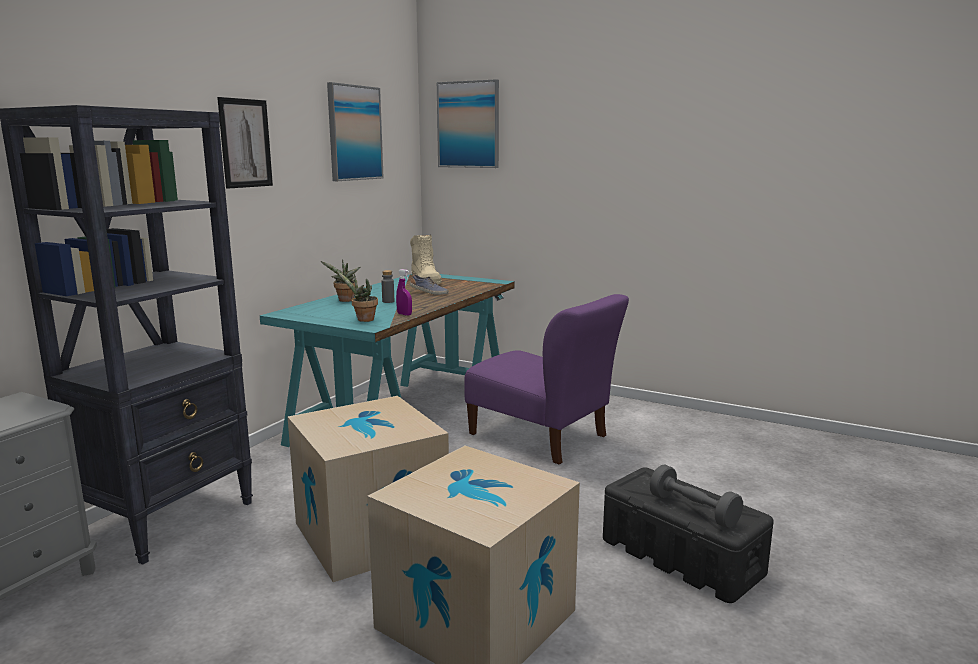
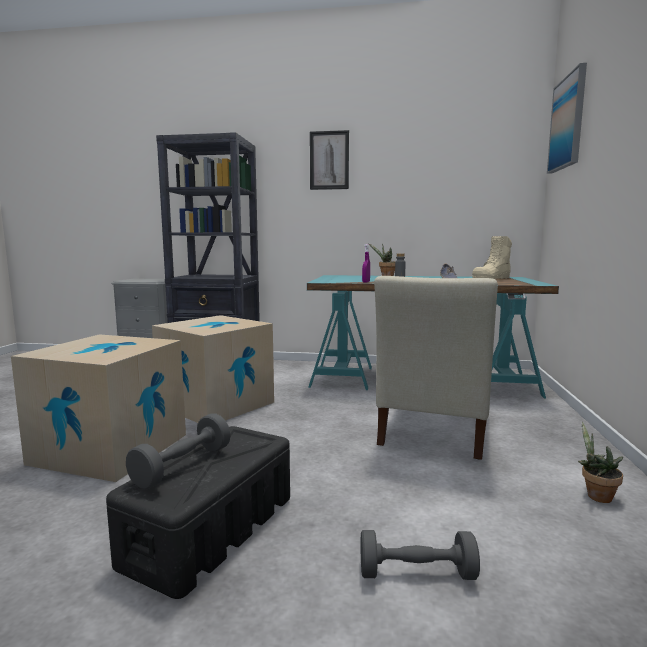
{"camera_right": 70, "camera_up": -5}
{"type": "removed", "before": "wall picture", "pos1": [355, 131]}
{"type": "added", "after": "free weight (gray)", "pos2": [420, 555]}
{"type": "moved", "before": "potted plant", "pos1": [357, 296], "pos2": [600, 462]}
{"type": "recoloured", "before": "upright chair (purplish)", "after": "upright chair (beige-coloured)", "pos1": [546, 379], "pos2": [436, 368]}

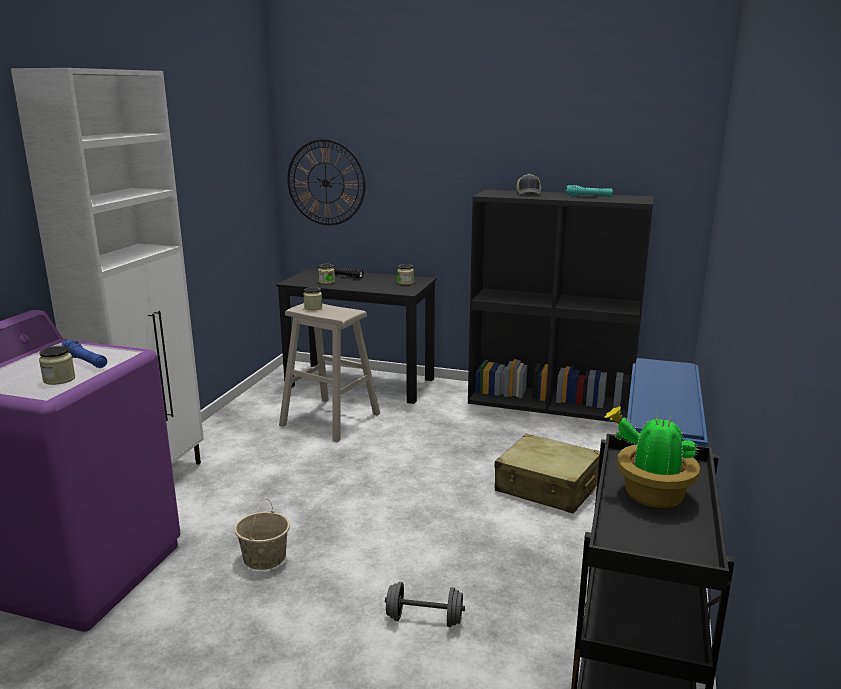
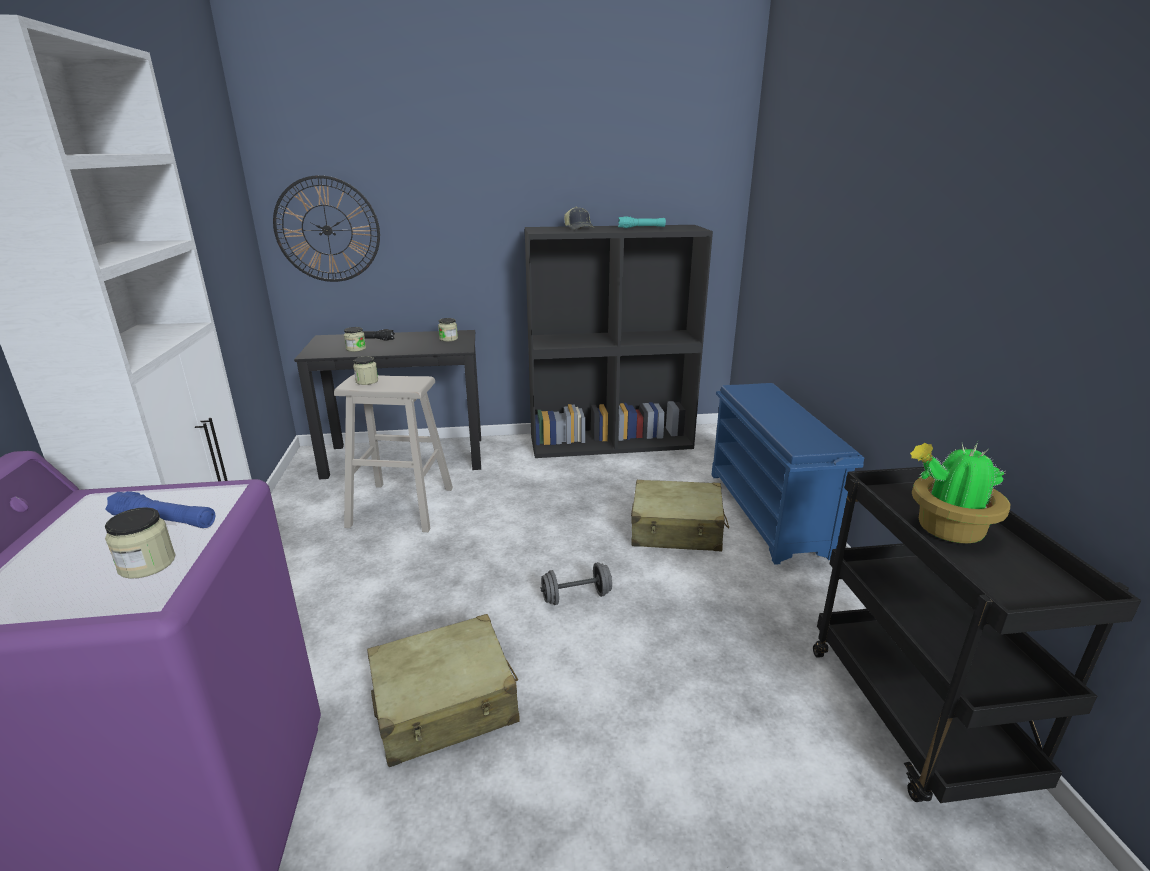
{"camera_right": -25, "camera_up": 5}
{"type": "moved", "before": "free weight (gray)", "pos1": [425, 604], "pos2": [576, 583]}
{"type": "replaced", "before": "bucket (beige-coloured)", "after": "piece of luggage (beige-coloured)", "pos1": [262, 534], "pos2": [443, 690]}

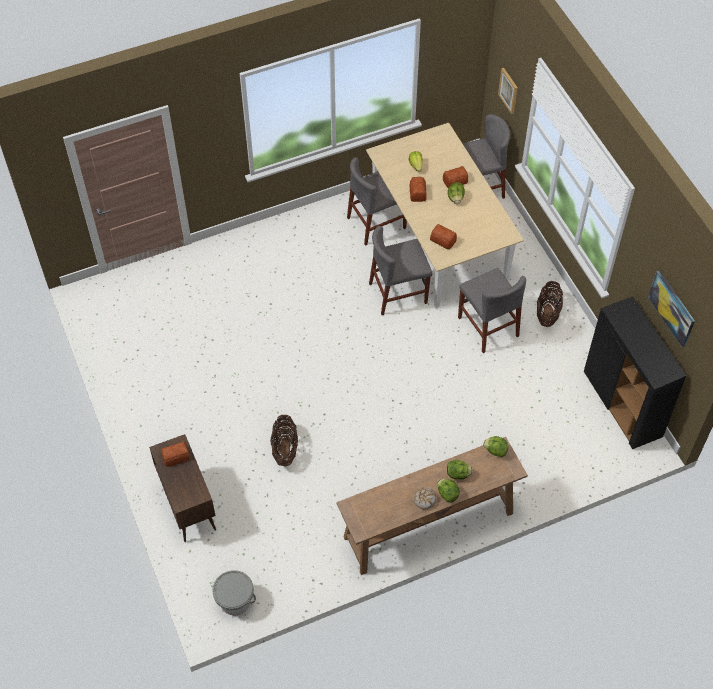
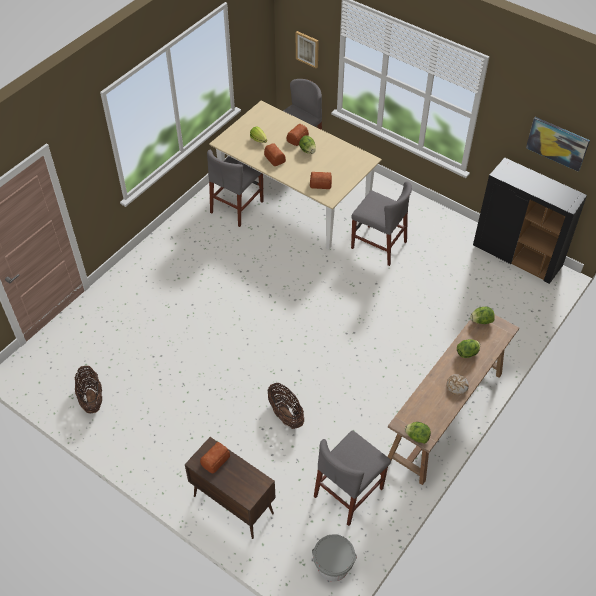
{"camera_right": -30, "camera_up": -5}
{"type": "moved", "before": "upright chair (gray)", "pos1": [400, 270], "pos2": [352, 478]}
{"type": "moved", "before": "head of lettuce", "pos1": [449, 491], "pos2": [418, 433]}
{"type": "moved", "before": "basket", "pos1": [550, 304], "pos2": [88, 390]}

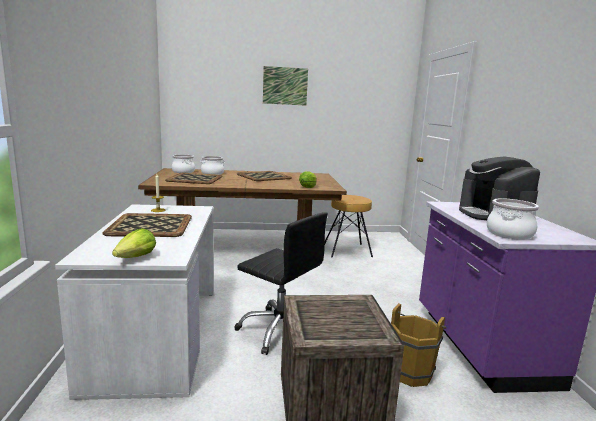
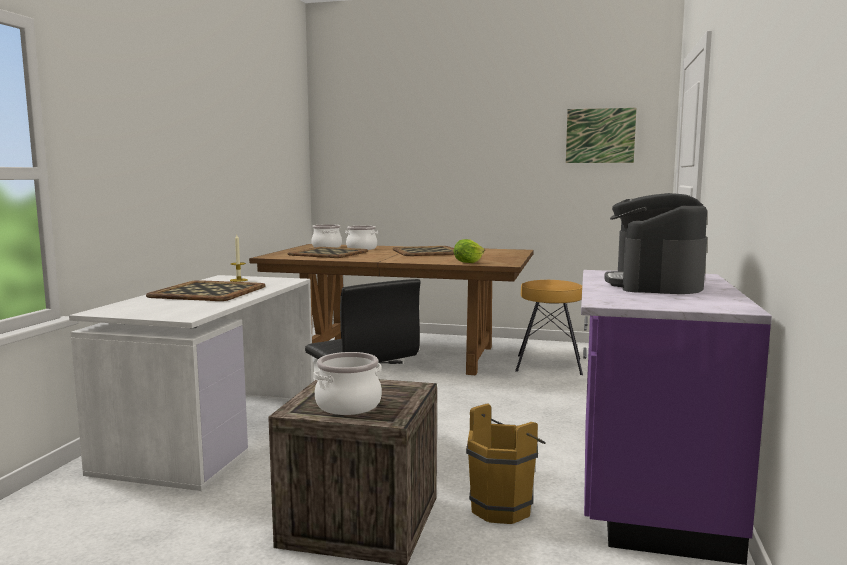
{"camera_right": 20, "camera_up": -5}
{"type": "removed", "before": "head of lettuce", "pos1": [134, 243]}
{"type": "moved", "before": "wall picture", "pos1": [285, 86], "pos2": [601, 135]}
{"type": "moved", "before": "cooking pot", "pos1": [513, 219], "pos2": [347, 383]}

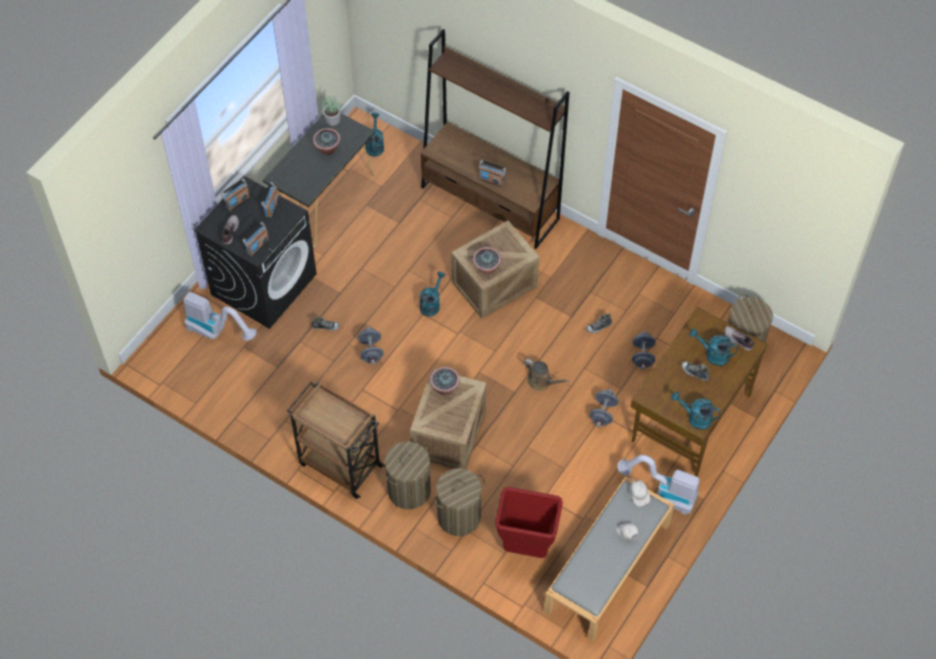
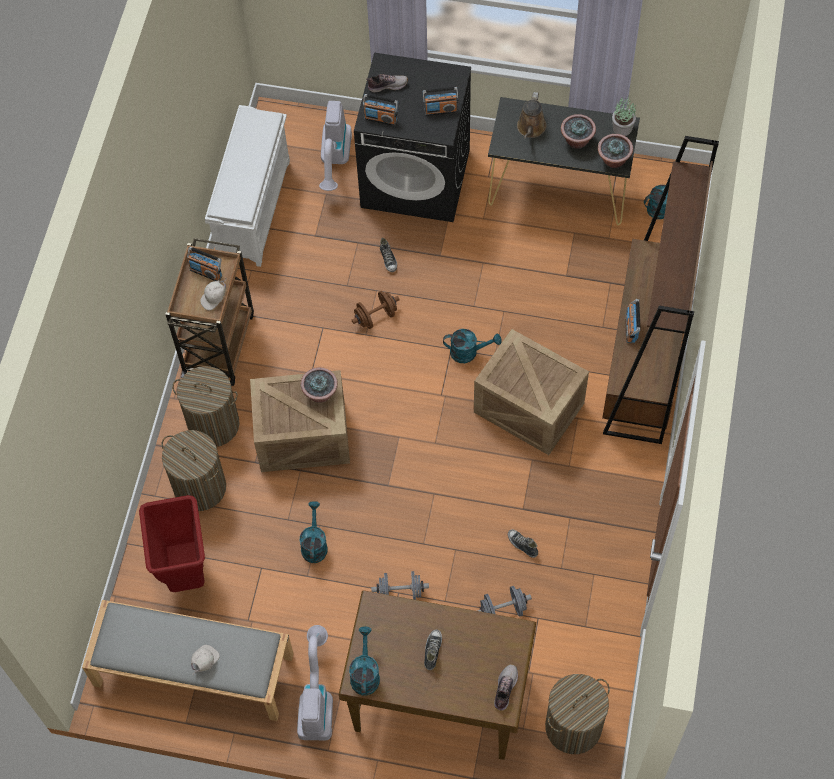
{"camera_right": 70, "camera_up": 5}
{"type": "added", "after": "shoe stand (whitish)", "pos2": [247, 186]}
{"type": "moved", "before": "radio set", "pos1": [235, 195], "pos2": [204, 264]}
{"type": "moved", "before": "potted plant", "pos1": [487, 260], "pos2": [615, 151]}
{"type": "moved", "before": "watering pot (brownish)", "pos1": [547, 375], "pos2": [532, 115]}
{"type": "moved", "before": "cap (whitish)", "pos1": [640, 491], "pos2": [213, 294]}
{"type": "moved", "before": "watering pot (blue-green)", "pos1": [713, 347], "pos2": [314, 532]}
{"type": "recoloured", "before": "free weight (gray)", "after": "free weight (brownish)", "pos1": [371, 346], "pos2": [376, 310]}

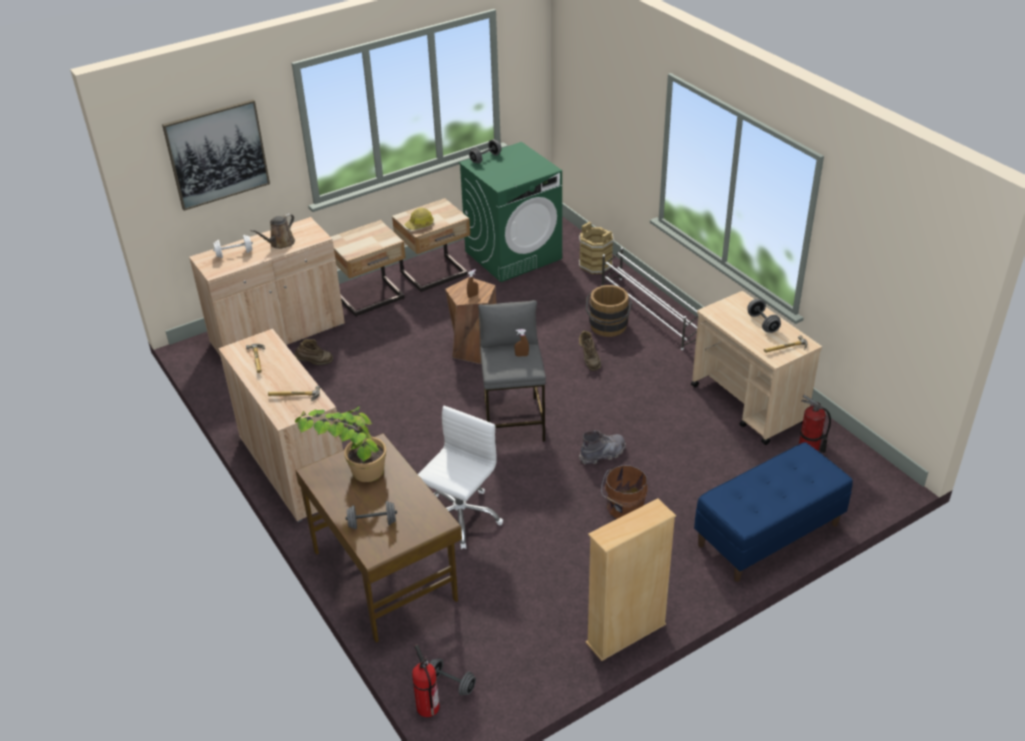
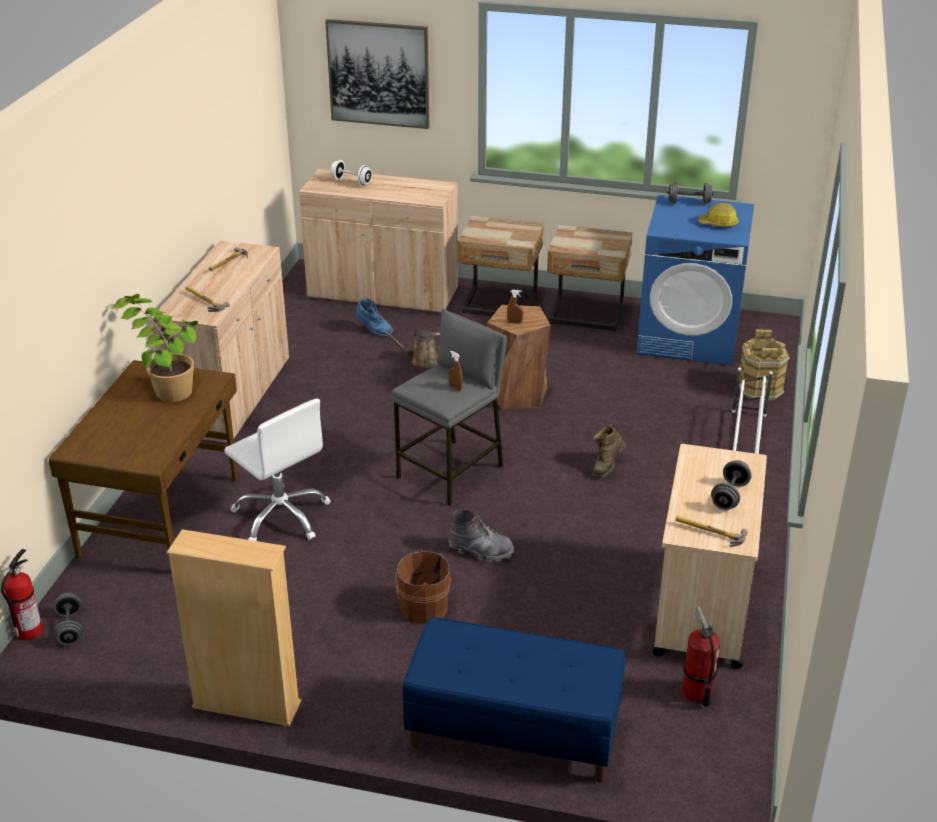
{"camera_right": 45, "camera_up": -5}
{"type": "removed", "before": "free weight (gray)", "pos1": [371, 515]}
{"type": "removed", "before": "bucket (brownish)", "pos1": [609, 311]}
{"type": "moved", "before": "watering pot (brownish)", "pos1": [273, 231], "pos2": [411, 349]}
{"type": "moved", "before": "safety helmet", "pos1": [419, 219], "pos2": [718, 215]}
{"type": "recoloured", "before": "boot (brownish)", "after": "boot (blue)", "pos1": [313, 352], "pos2": [374, 317]}
{"type": "recoloured", "before": "laundry machine (green-coloured)", "after": "laundry machine (blue)", "pos1": [510, 212], "pos2": [695, 280]}
{"type": "turned", "before": "office chair (whitish)", "pos1": [460, 477], "pos2": [277, 469], "turn": 60}

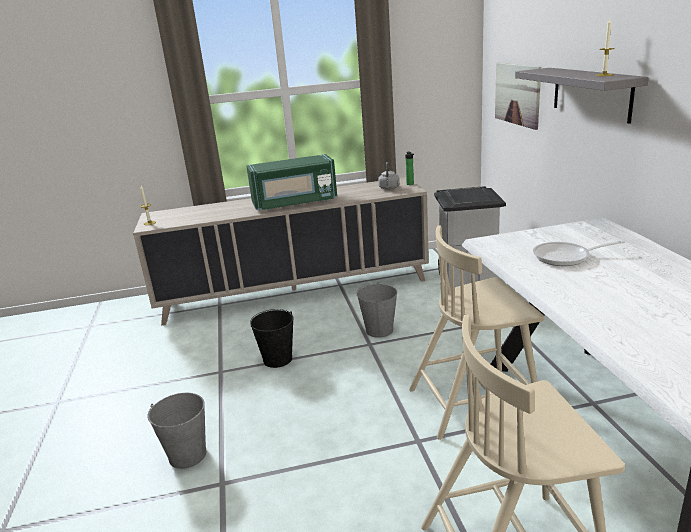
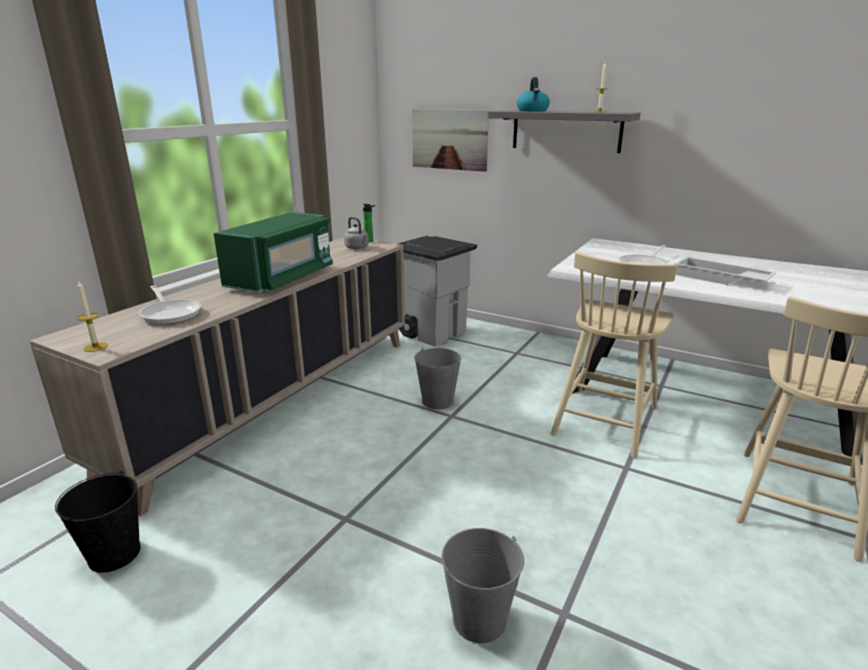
{"camera_right": -50, "camera_up": 0}
{"type": "added", "after": "skillet", "pos2": [170, 305]}
{"type": "added", "after": "tea kettle", "pos2": [533, 94]}
{"type": "added", "after": "carrying tray (whitish)", "pos2": [725, 271]}
{"type": "moved", "before": "bucket (black)", "pos1": [272, 338], "pos2": [97, 522]}

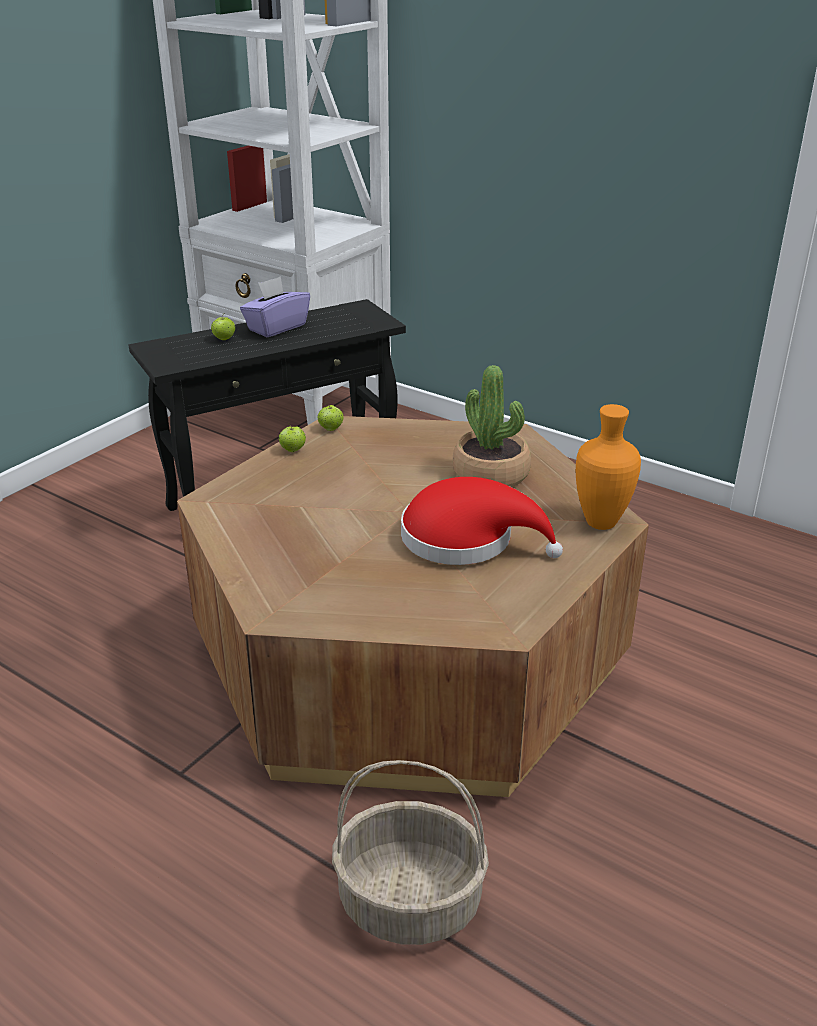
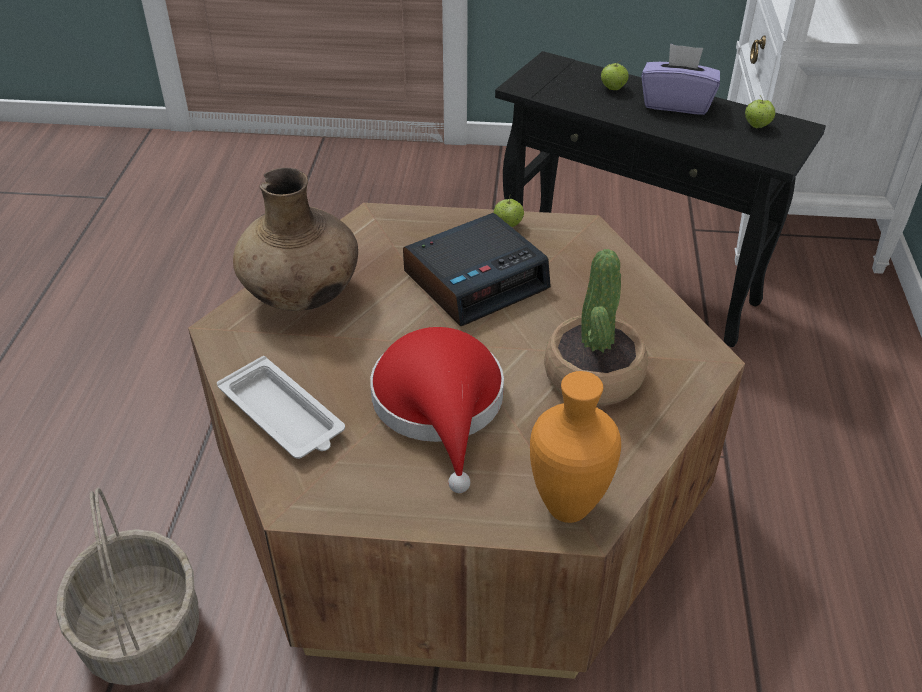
{"camera_right": 60, "camera_up": 10}
{"type": "added", "after": "carrying tray (whitish)", "pos2": [281, 407]}
{"type": "added", "after": "vase (brownish)", "pos2": [295, 239]}
{"type": "added", "after": "table clock", "pos2": [477, 269]}
{"type": "moved", "before": "whole apple", "pos1": [331, 417], "pos2": [760, 111]}

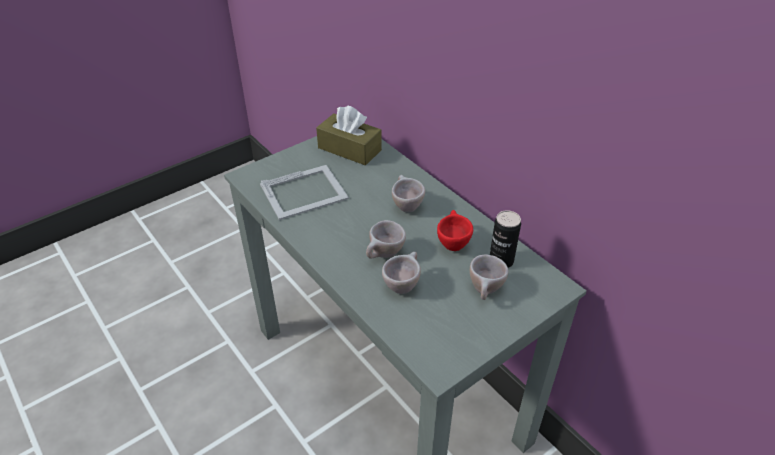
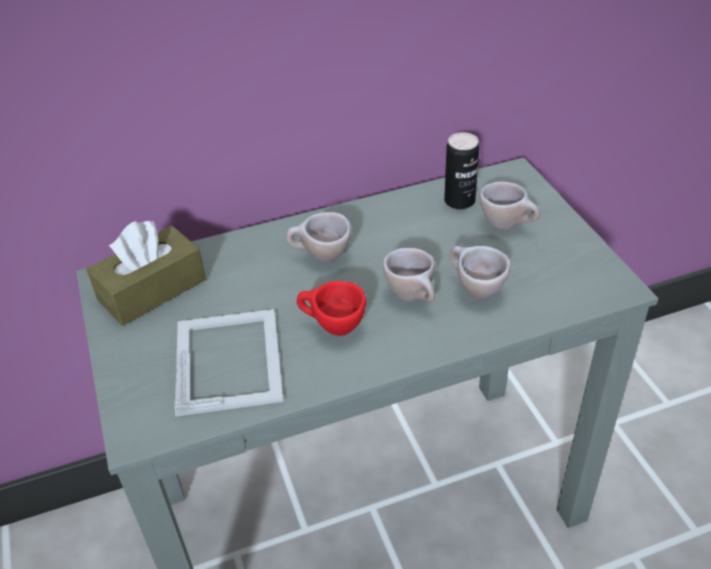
{"camera_right": -70, "camera_up": 0}
{"type": "moved", "before": "drinking cup (red)", "pos1": [455, 230], "pos2": [331, 308]}

